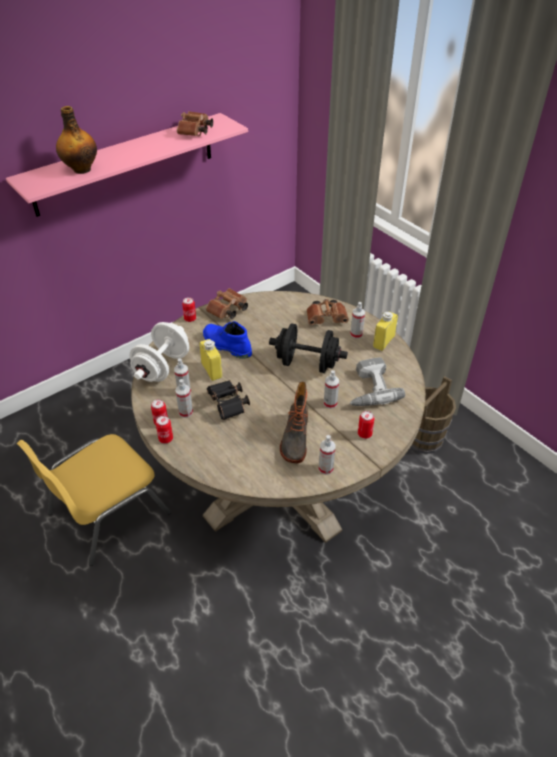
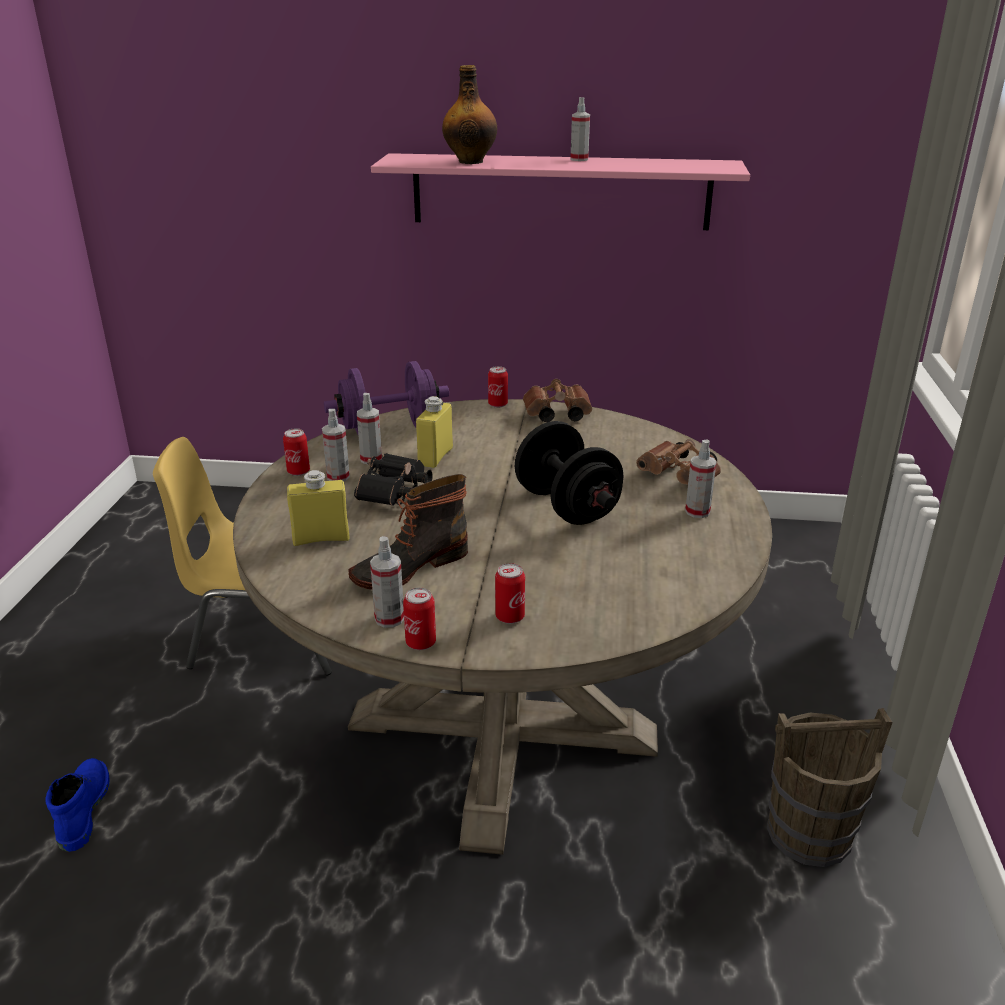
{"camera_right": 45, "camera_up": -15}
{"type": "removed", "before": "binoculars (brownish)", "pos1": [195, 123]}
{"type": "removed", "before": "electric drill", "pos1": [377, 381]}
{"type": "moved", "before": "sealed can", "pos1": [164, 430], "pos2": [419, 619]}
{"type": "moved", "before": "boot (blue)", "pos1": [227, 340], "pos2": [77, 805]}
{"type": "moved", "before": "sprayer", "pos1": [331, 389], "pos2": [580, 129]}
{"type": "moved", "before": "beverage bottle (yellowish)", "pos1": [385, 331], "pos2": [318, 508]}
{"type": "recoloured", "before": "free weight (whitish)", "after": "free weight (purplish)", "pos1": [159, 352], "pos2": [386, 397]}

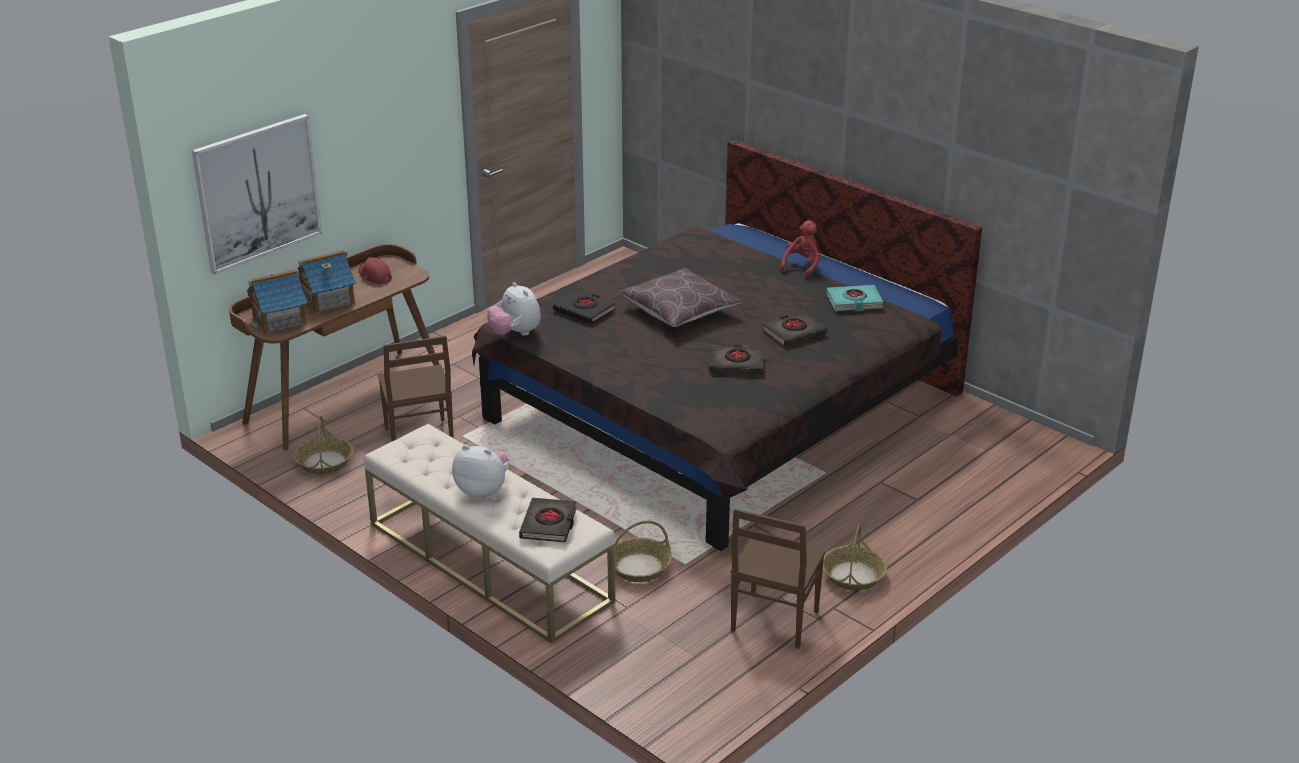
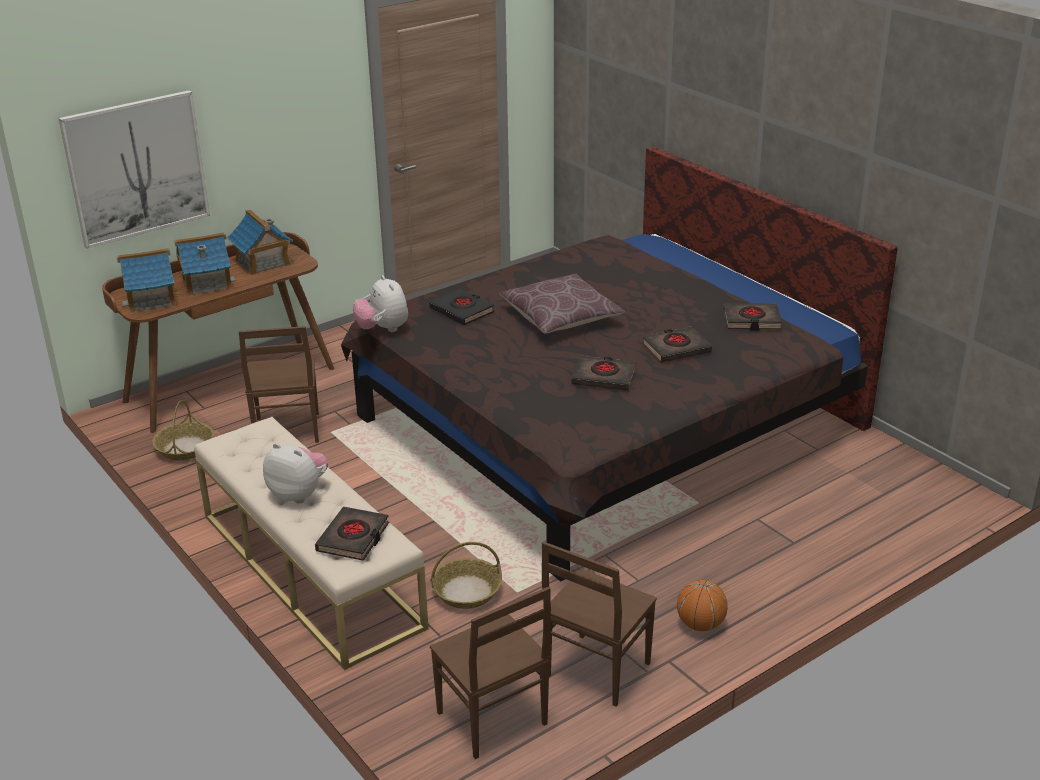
{"camera_right": 10, "camera_up": 0}
{"type": "removed", "before": "cuddly toy (red)", "pos1": [800, 249]}
{"type": "added", "after": "upright chair (brownish)", "pos2": [490, 673]}
{"type": "replaced", "before": "cap (red)", "after": "model house", "pos1": [375, 270], "pos2": [260, 242]}
{"type": "replaced", "before": "basket", "after": "basketball", "pos1": [855, 558], "pos2": [702, 605]}
{"type": "recoloured", "before": "book (blue-green)", "after": "book (black)", "pos1": [855, 298], "pos2": [752, 317]}

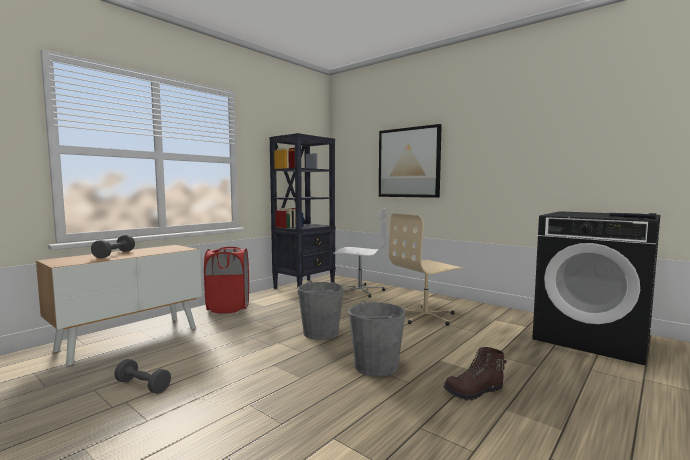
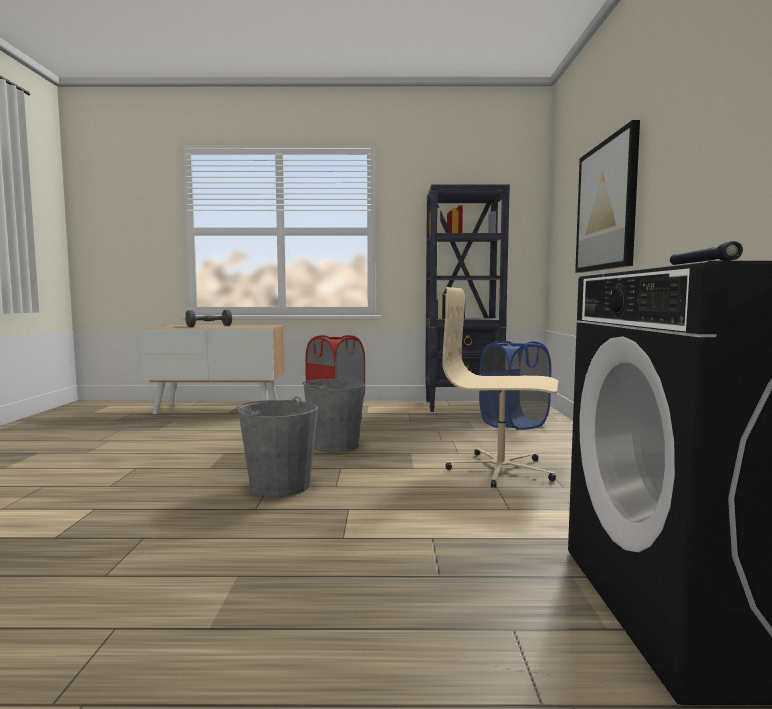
{"camera_right": 50, "camera_up": 0}
{"type": "removed", "before": "free weight (gray)", "pos1": [142, 376]}
{"type": "removed", "before": "boot (brownish)", "pos1": [475, 373]}
{"type": "replaced", "before": "office chair (whitish)", "after": "hamper (blue)", "pos1": [360, 253], "pos2": [515, 385]}

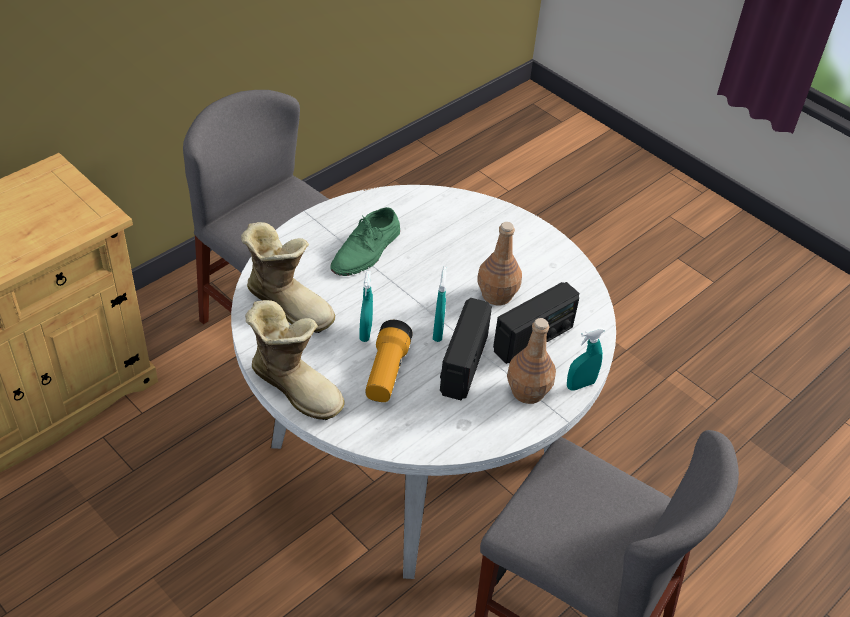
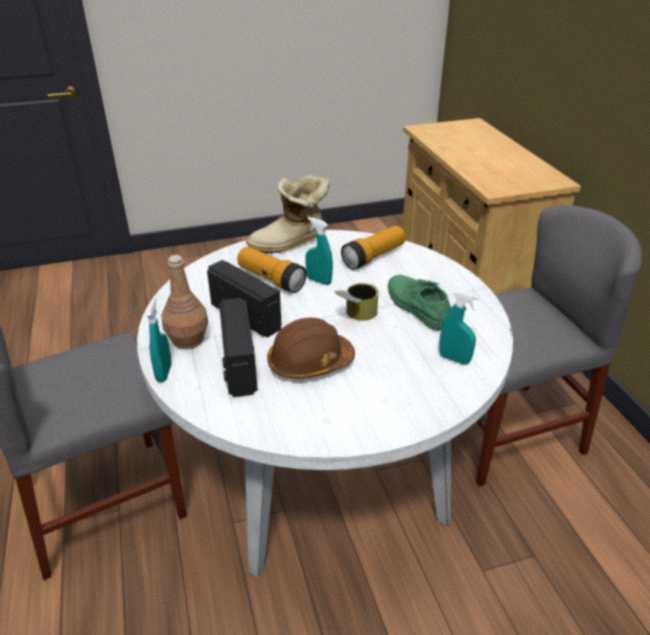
{"camera_right": 120, "camera_up": -10}
{"type": "added", "after": "sealed can", "pos2": [356, 302]}
{"type": "moved", "before": "sprayer (blue-green)", "pos1": [439, 304], "pos2": [459, 327]}
{"type": "replaced", "before": "boot", "after": "hand torch", "pos1": [288, 277], "pos2": [373, 248]}
{"type": "replaced", "before": "beverage bottle (brownish)", "after": "safety helmet (brownish)", "pos1": [499, 264], "pos2": [311, 348]}

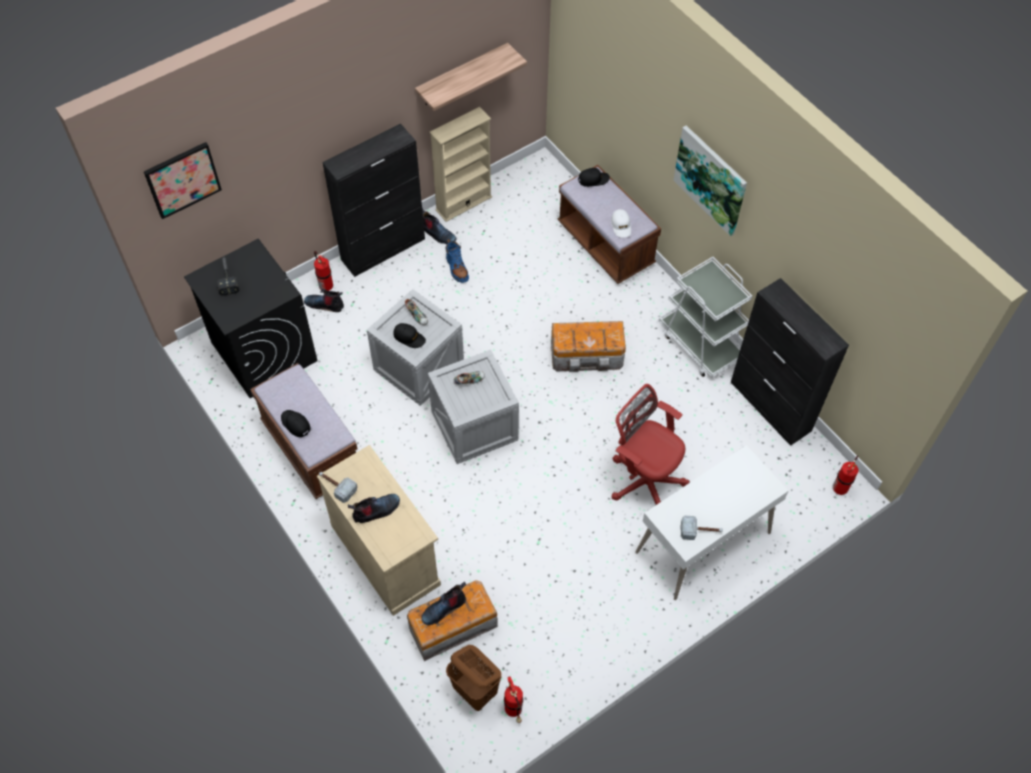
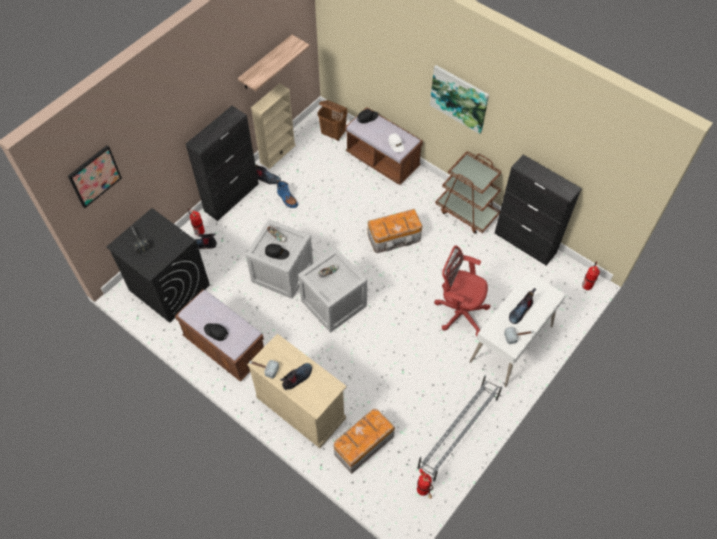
{"camera_right": -15, "camera_up": 0}
{"type": "added", "after": "shoe stand (gray)", "pos2": [459, 428]}
{"type": "moved", "before": "boot", "pos1": [444, 603], "pos2": [522, 306]}
{"type": "moved", "before": "hamper (brownish)", "pos1": [474, 678], "pos2": [332, 120]}
{"type": "recoloured", "before": "trolley (whitish)", "after": "trolley (brownish)", "pos1": [705, 317], "pos2": [468, 192]}

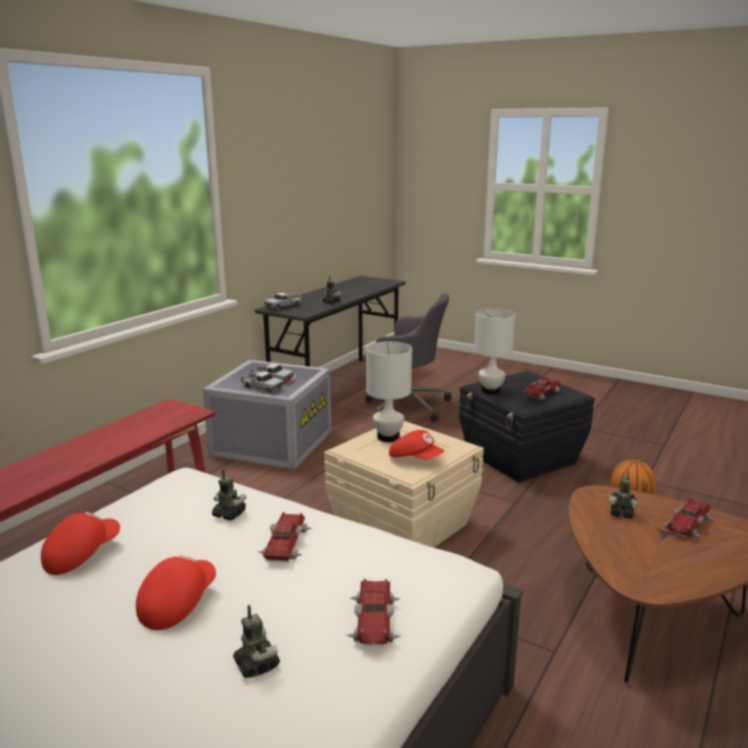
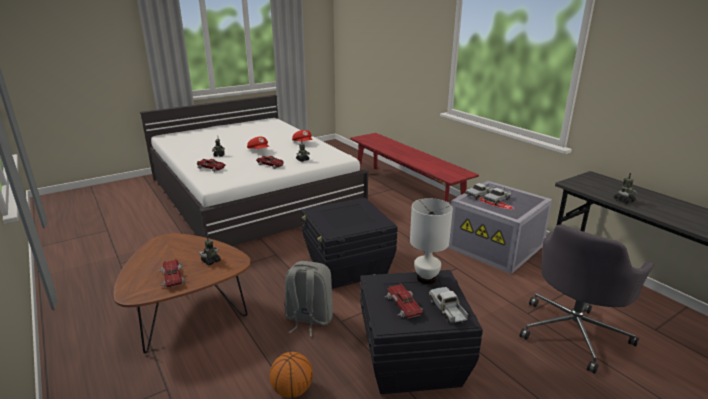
{"camera_right": 115, "camera_up": 5}
{"type": "removed", "before": "table lamp (whitish)", "pos1": [389, 391]}
{"type": "removed", "before": "cap (red)", "pos1": [416, 444]}
{"type": "added", "after": "knapsack (gray)", "pos2": [309, 299]}
{"type": "moved", "before": "model truck", "pos1": [283, 302], "pos2": [448, 305]}
{"type": "recoloured", "before": "storage container (beige-coloured)", "after": "storage container (black)", "pos1": [404, 484], "pos2": [349, 243]}

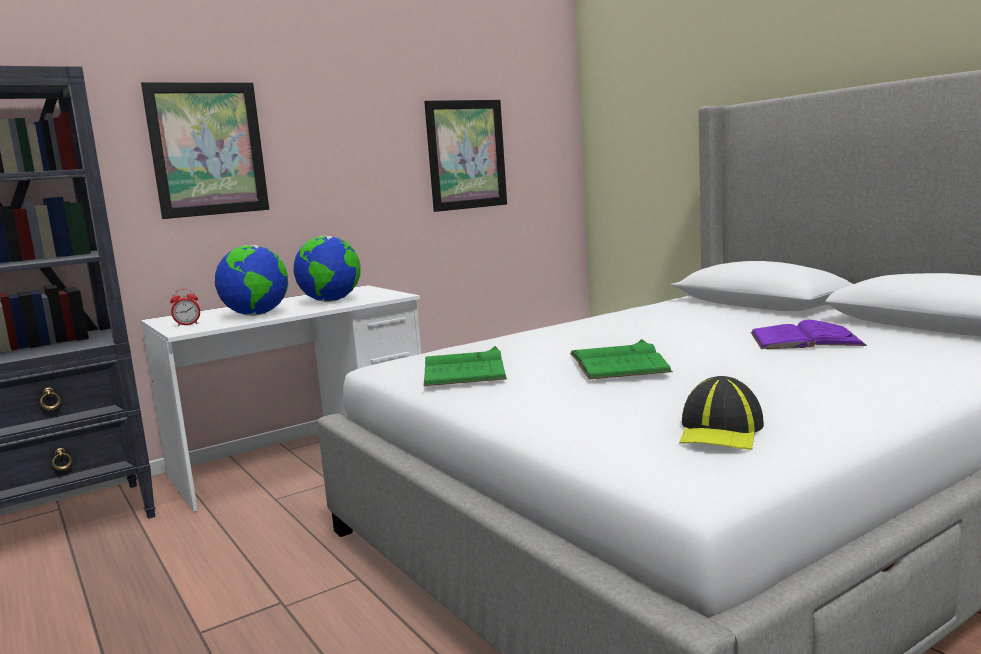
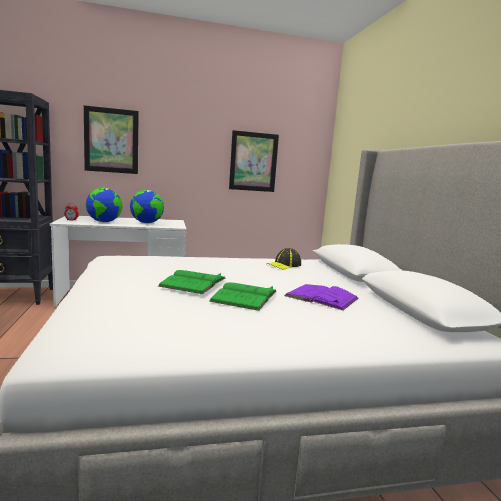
{"camera_right": 20, "camera_up": 0}
{"type": "moved", "before": "book (green-coloured)", "pos1": [465, 366], "pos2": [243, 296]}
{"type": "moved", "before": "cap", "pos1": [721, 413], "pos2": [284, 259]}

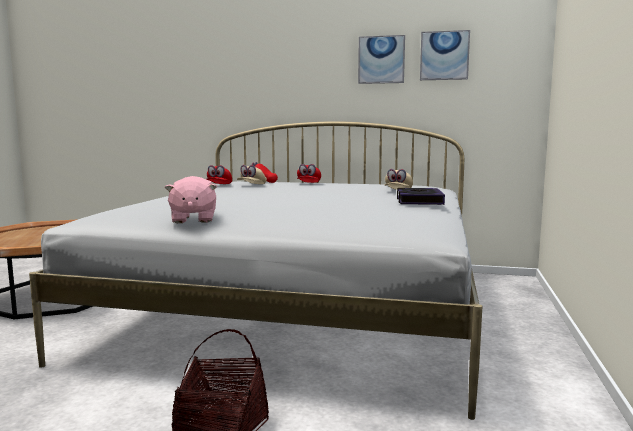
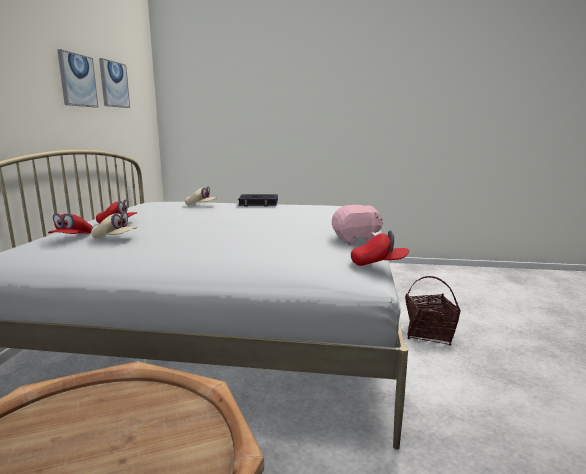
{"camera_right": -95, "camera_up": 5}
{"type": "moved", "before": "cap (red)", "pos1": [219, 174], "pos2": [380, 248]}

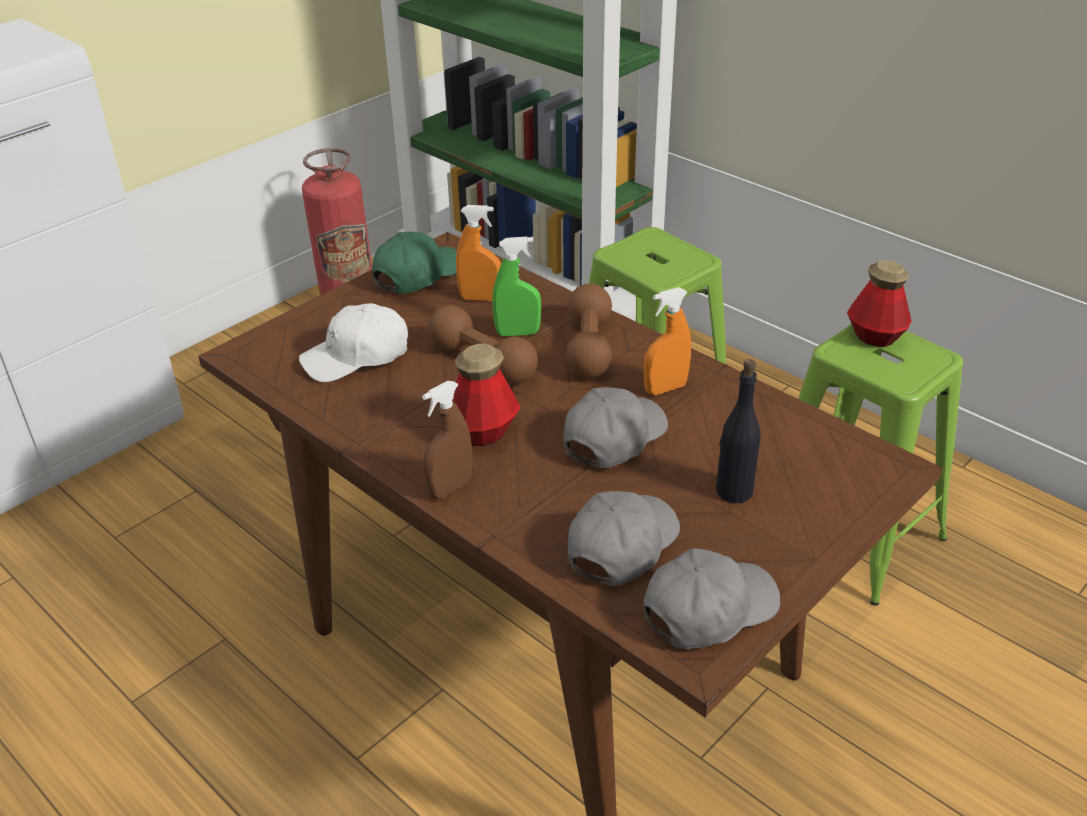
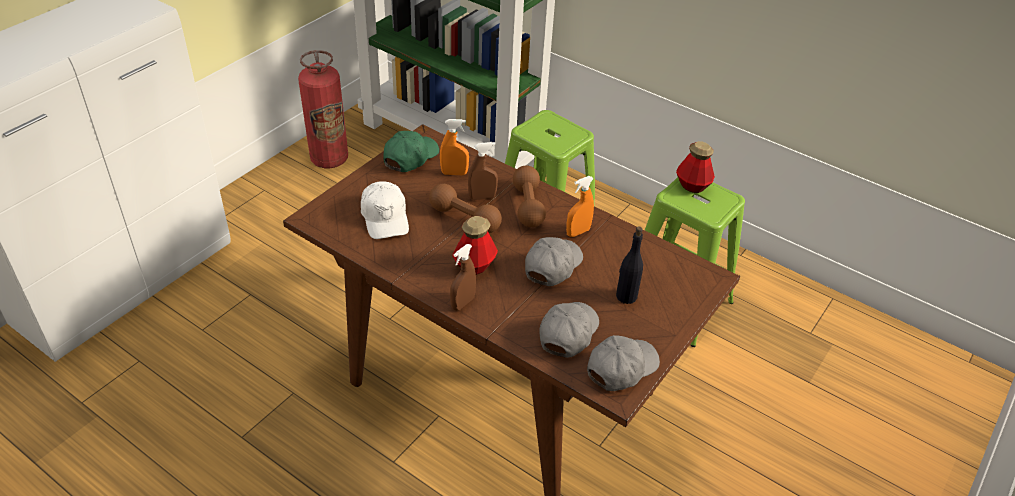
{"camera_right": -10, "camera_up": 5}
{"type": "recoloured", "before": "sprayer (green-coloured)", "after": "sprayer (brownish)", "pos1": [516, 286], "pos2": [483, 171]}
{"type": "turned", "before": "cap (whitish)", "pos1": [353, 342], "pos2": [385, 210], "turn": -75}

